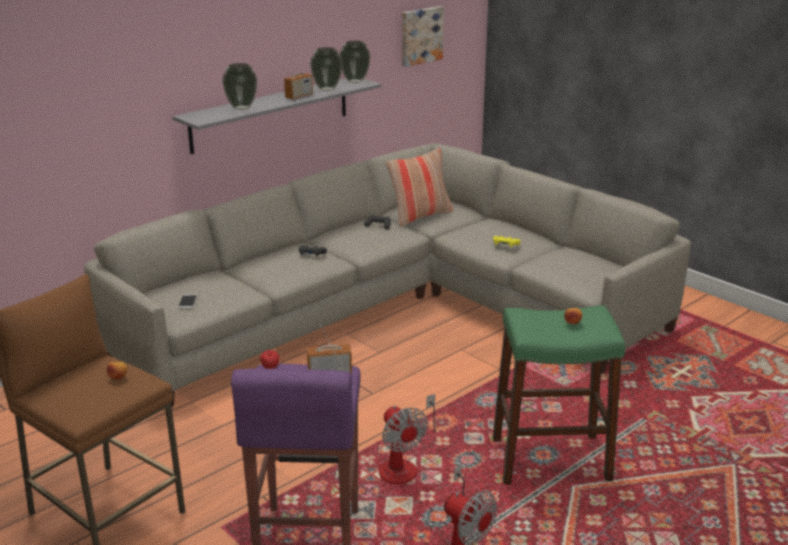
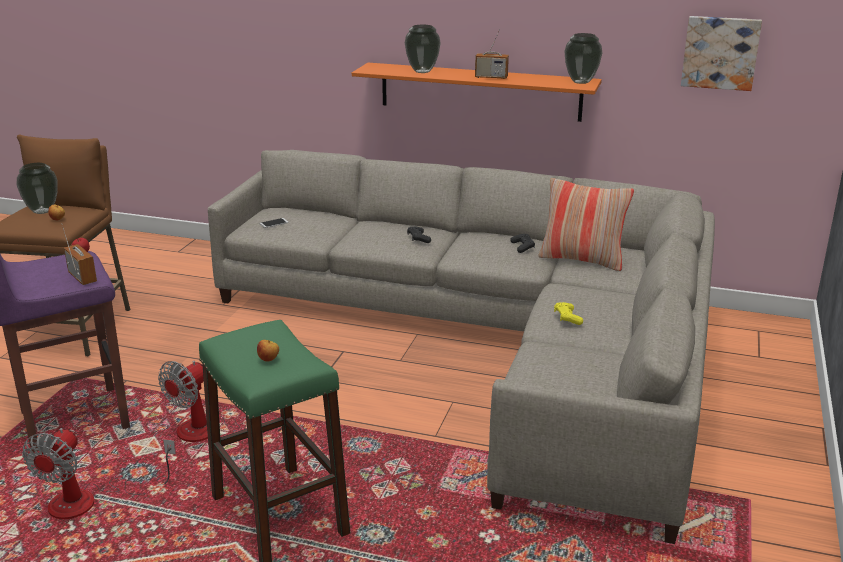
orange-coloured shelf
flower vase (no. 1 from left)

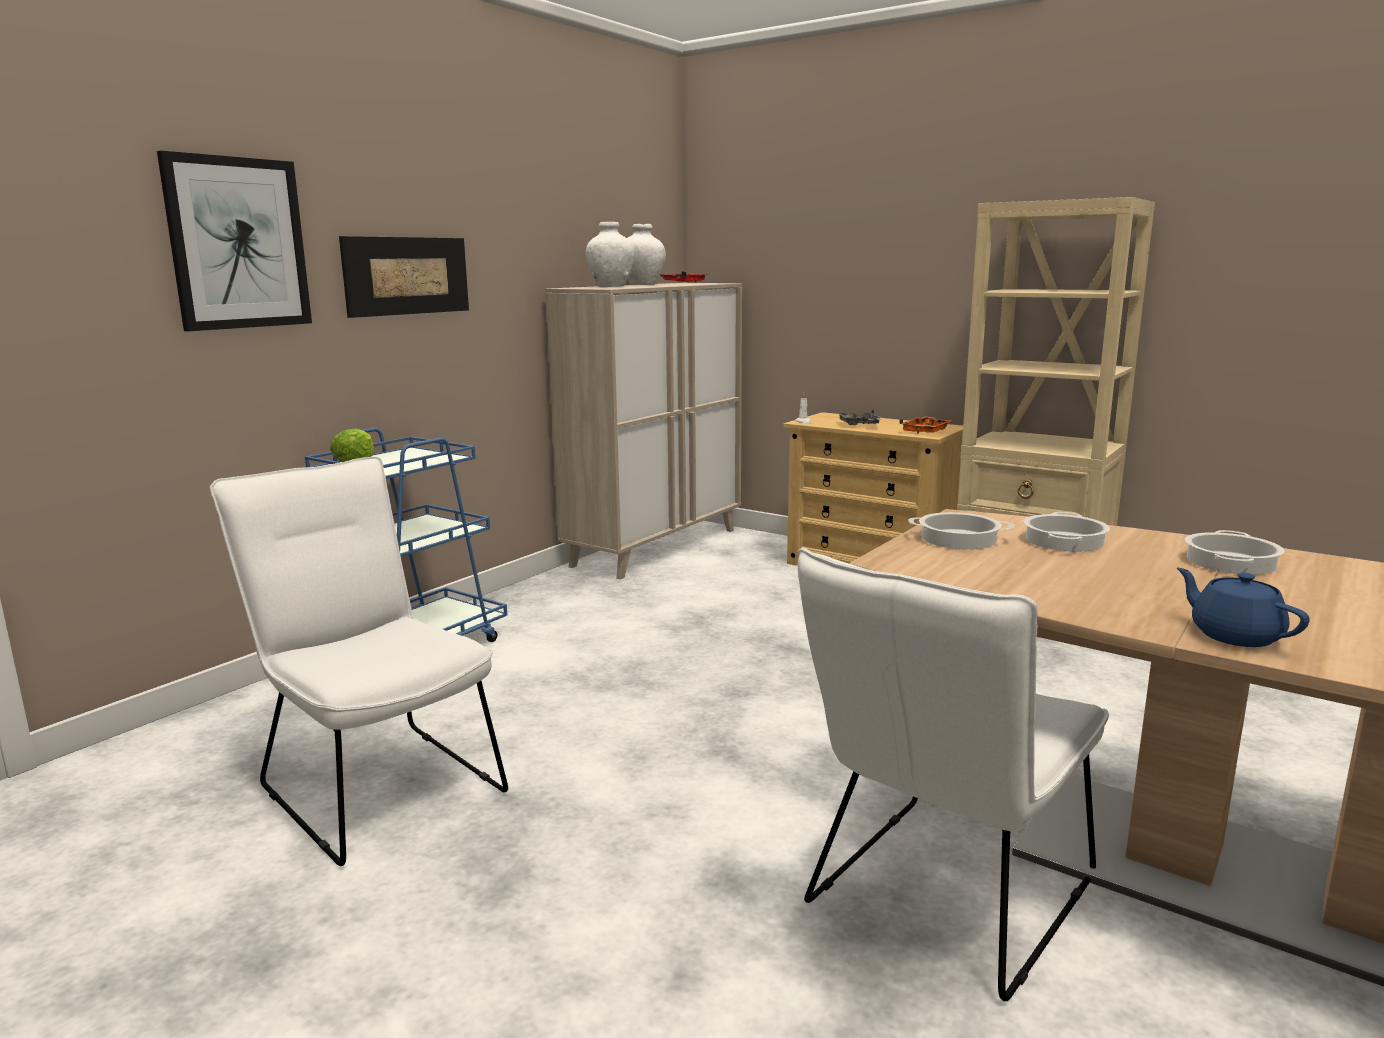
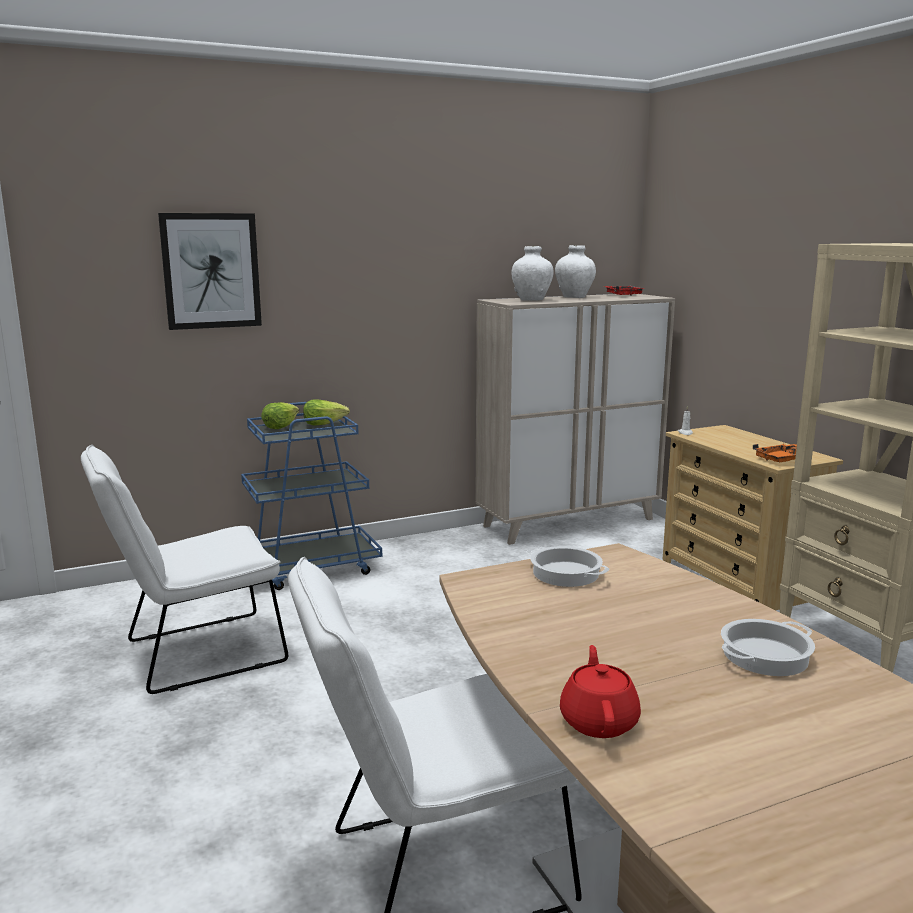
white-coloured chair (no. 1 from left)
picture (no. 2 from left in the first image)
greyish carrying tray
cooking pot (no. 2 from left in the first image)
red-coloured teapot
lettuce (no. 2 from left)

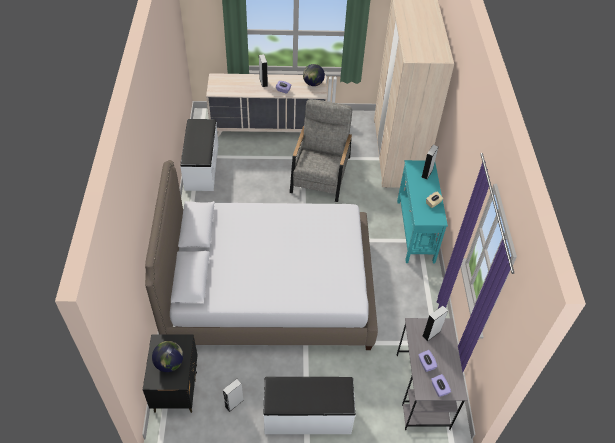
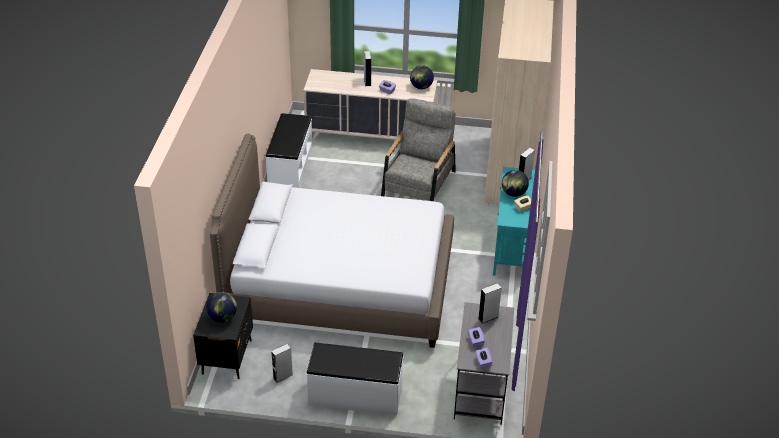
desk globe (no. 3 from left)

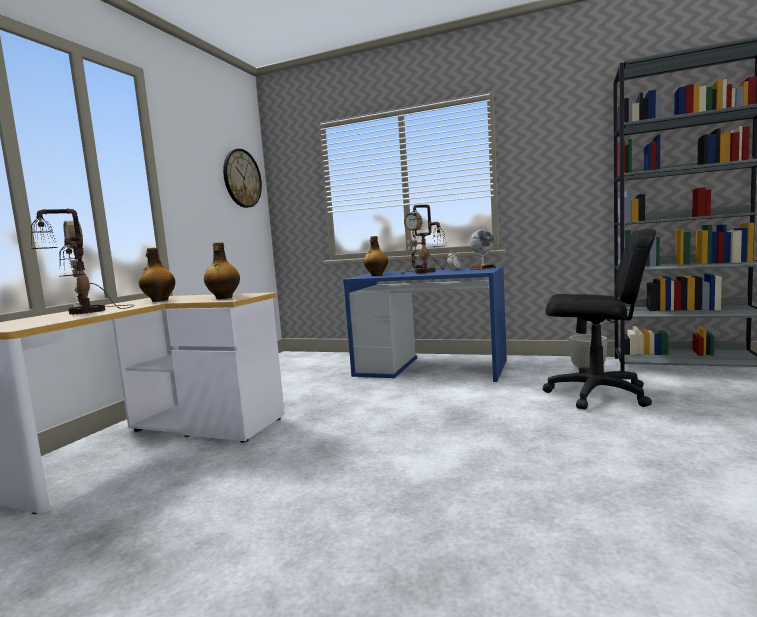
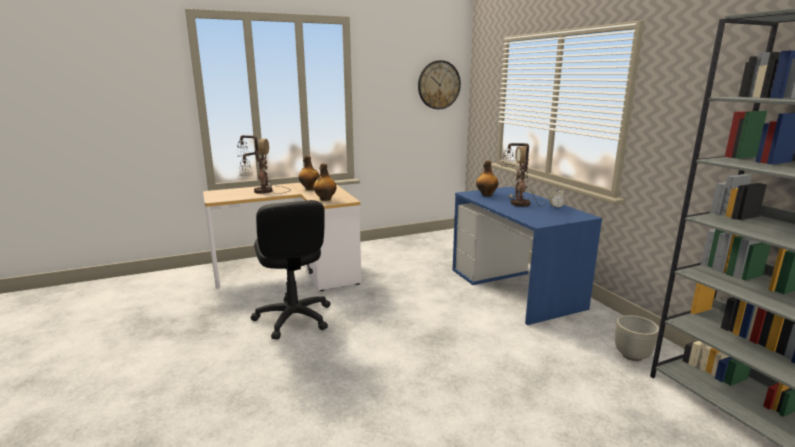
desk globe
blackish desk chair

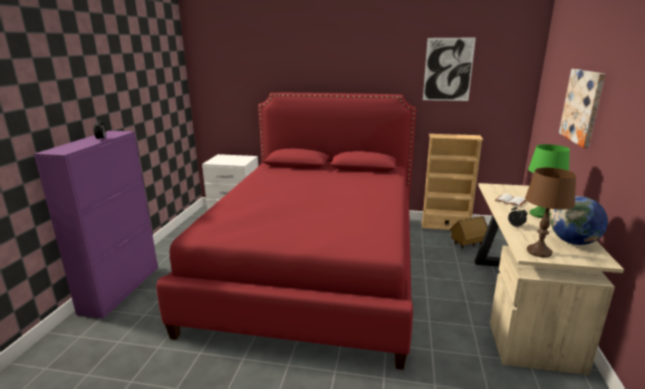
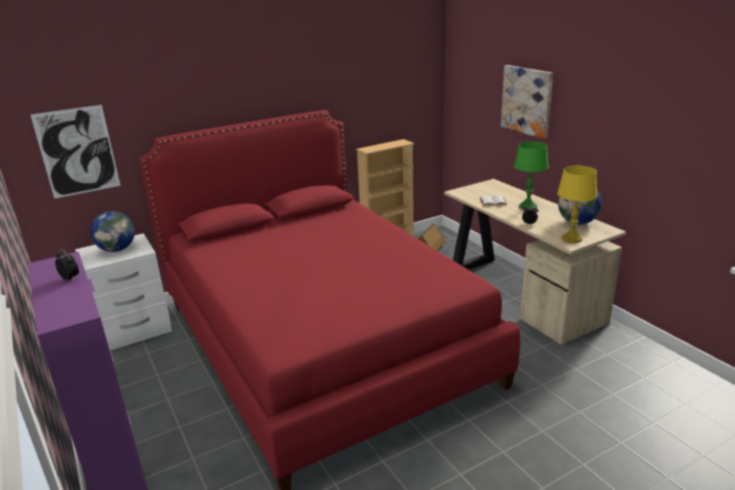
picture (no. 1 from left)
yellowish tabletop lamp
desk globe (no. 1 from left)

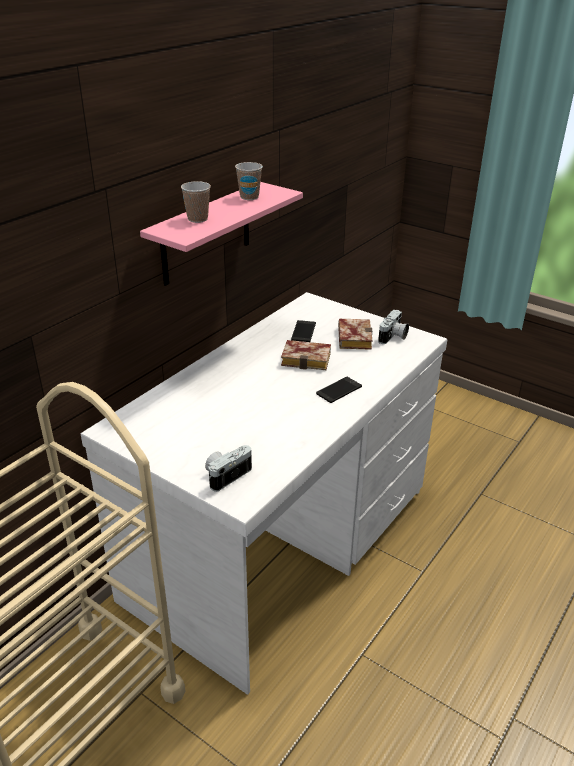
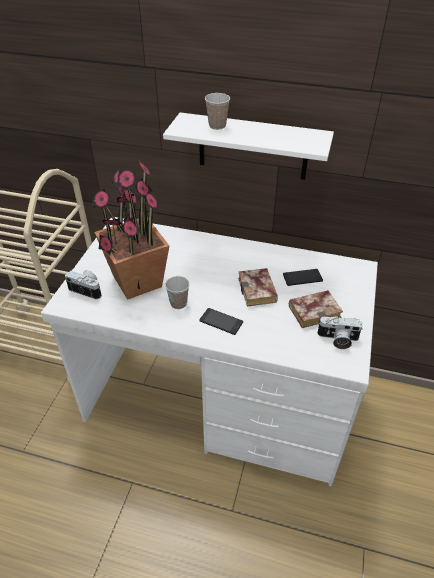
white-coloured shelf
drinking cup (no. 1 from left)
houseplant

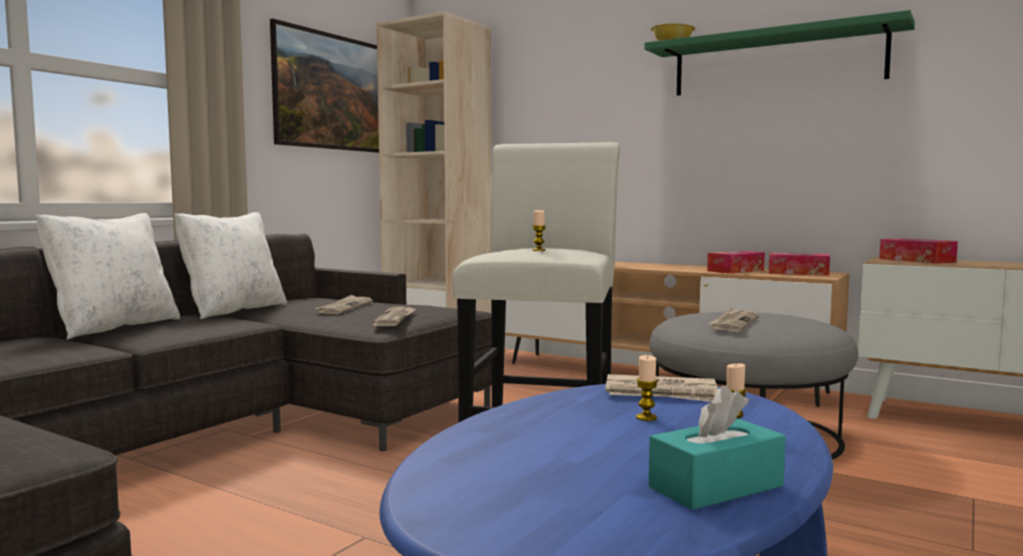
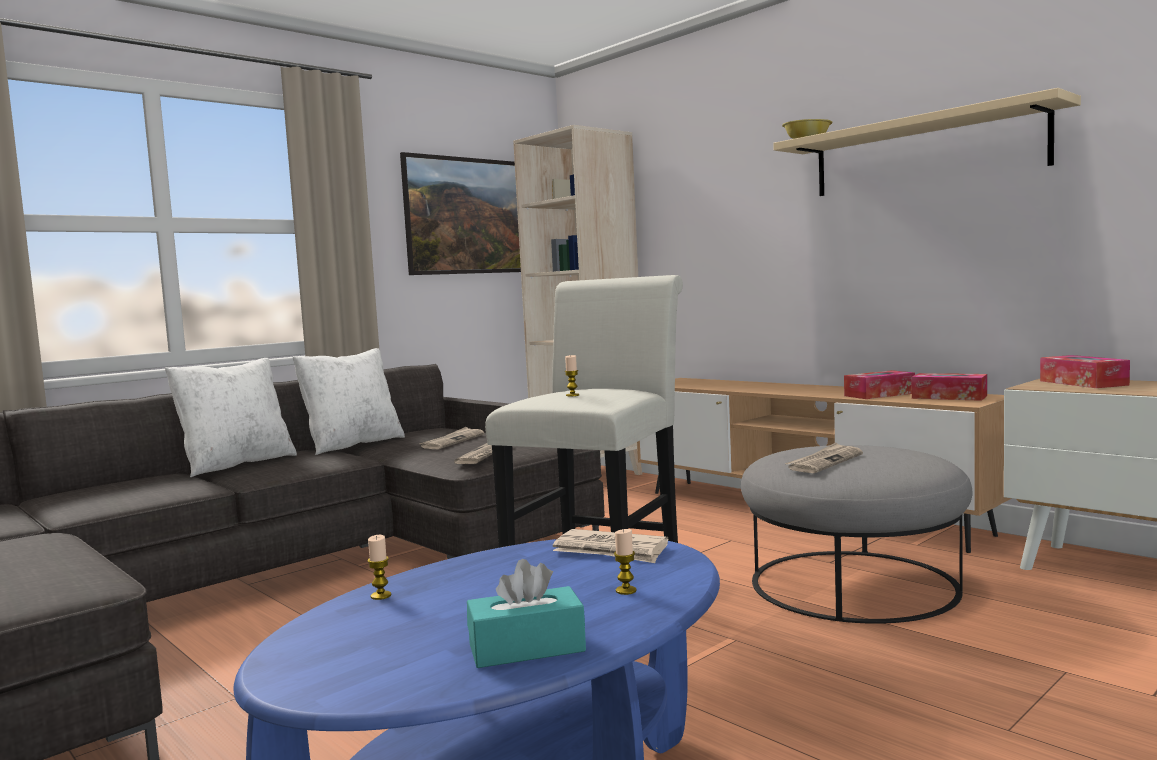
wax light (no. 1 from left)
beige-coloured shelf

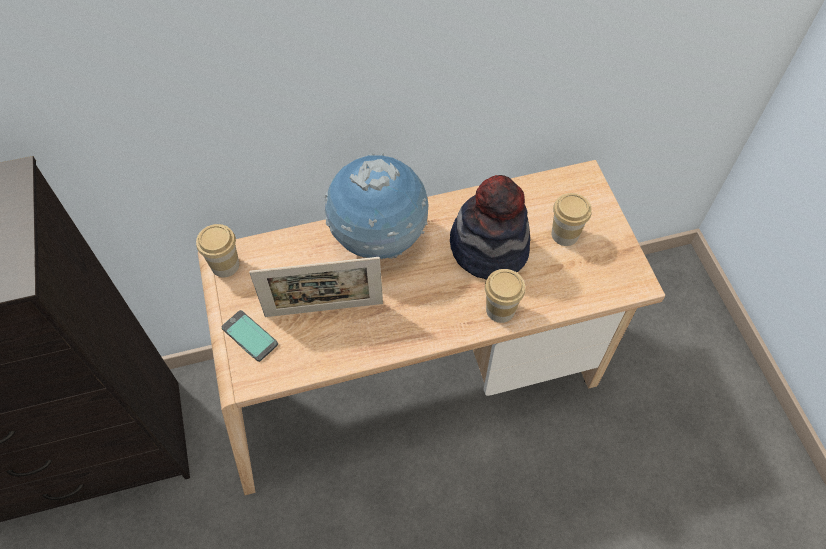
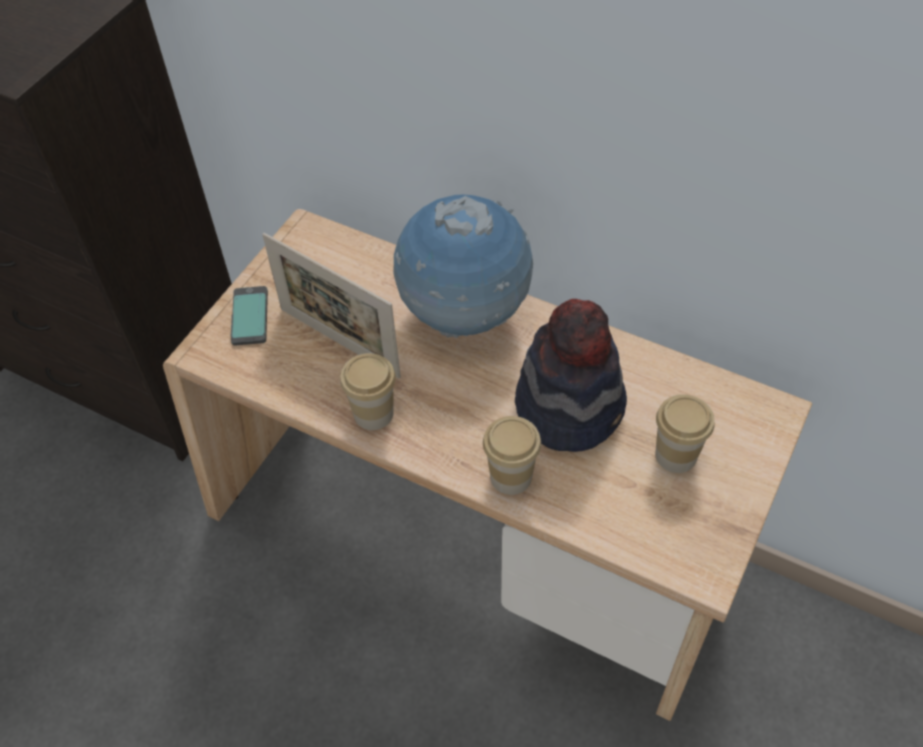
drinking cup (no. 1 from left)

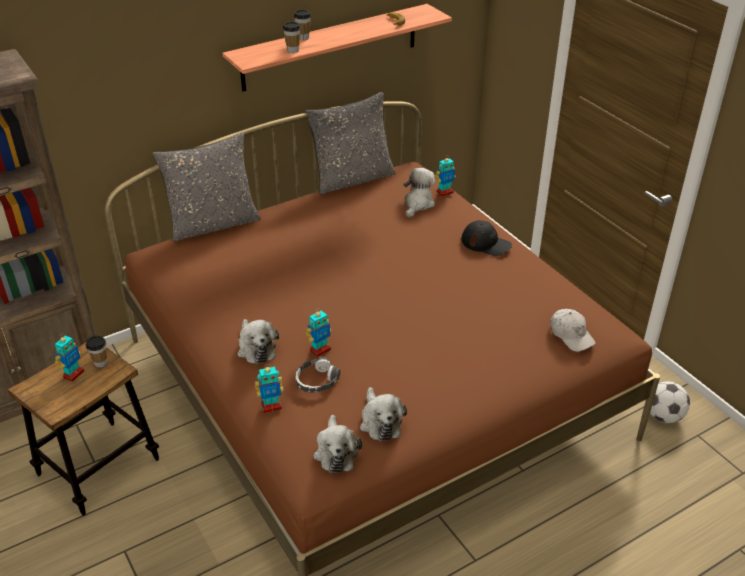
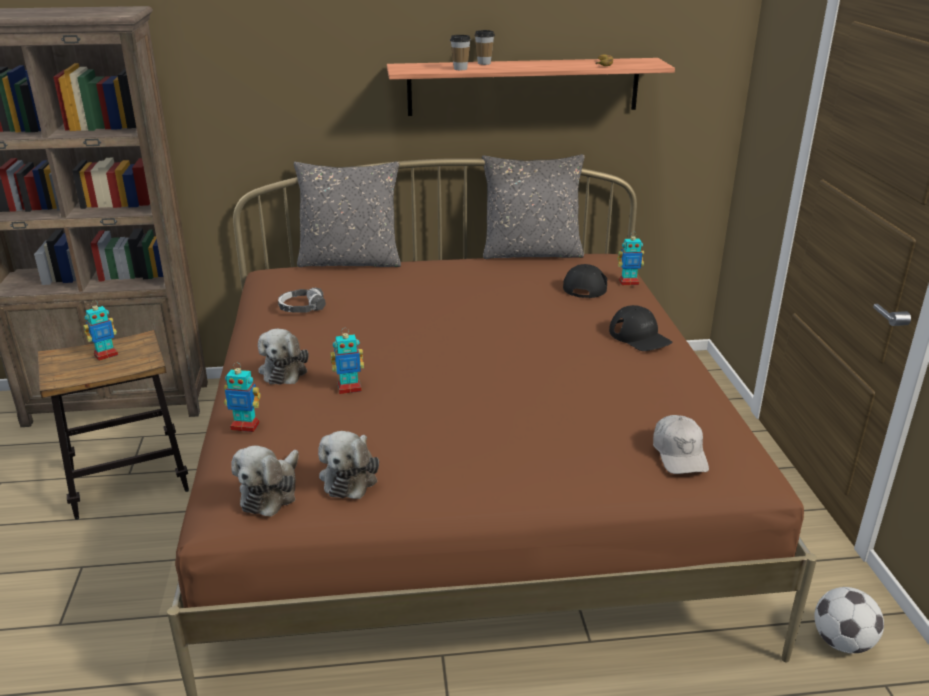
drinking cup (no. 1 from left in the first image)
headset
blackish baseball cap (no. 1 from left)

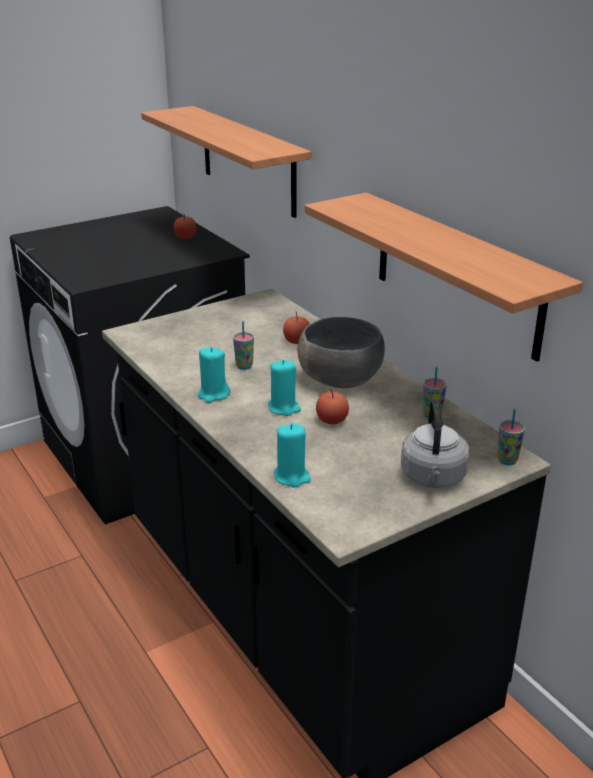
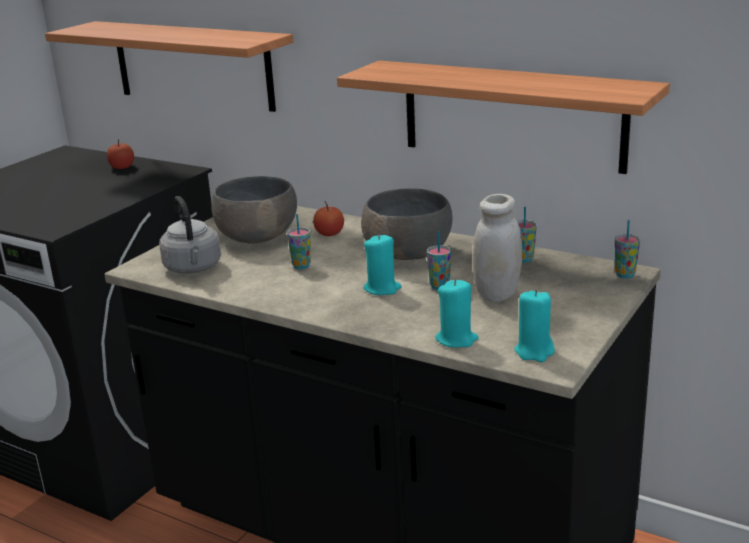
blue-green wax light (no. 3 from left)
drinking cup (no. 2 from left)
greyish tea kettle
greyish deep dish (no. 1 from left)
white-coloured preserve jar

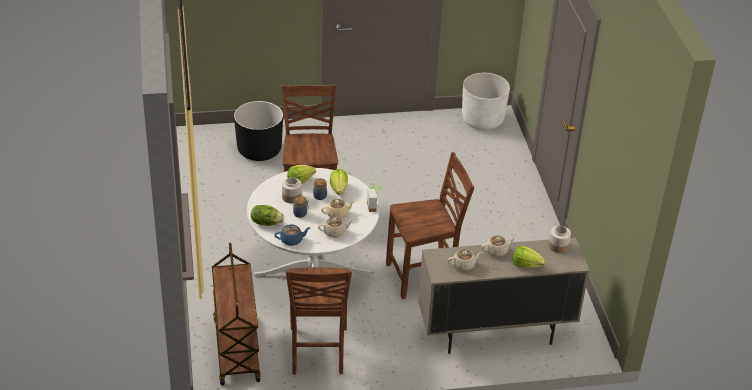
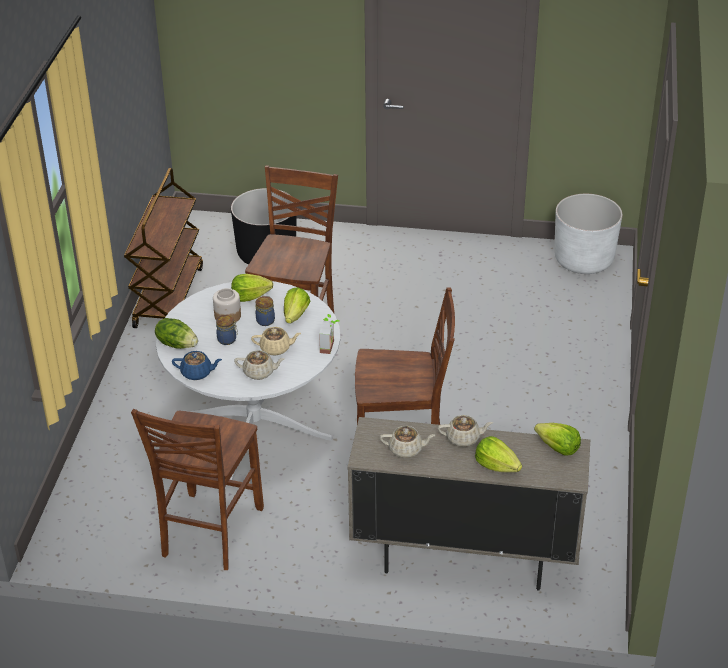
brown cart
lettuce (no. 5 from left)

